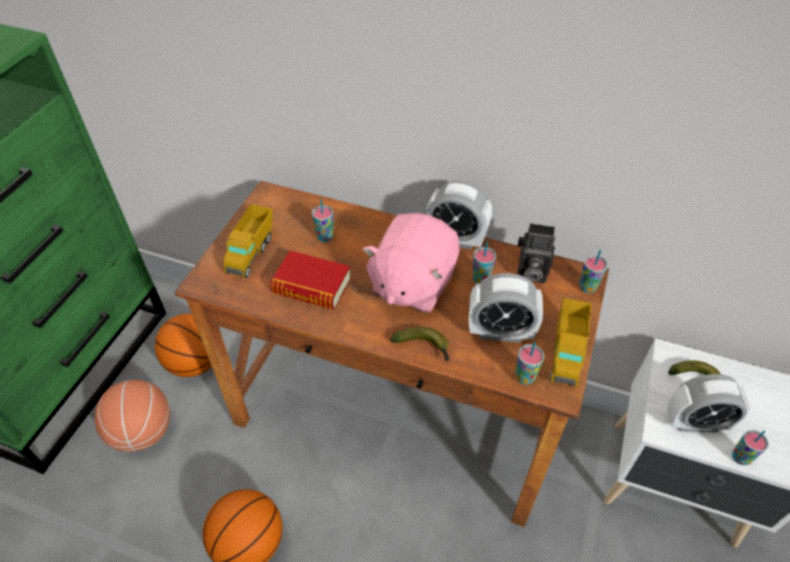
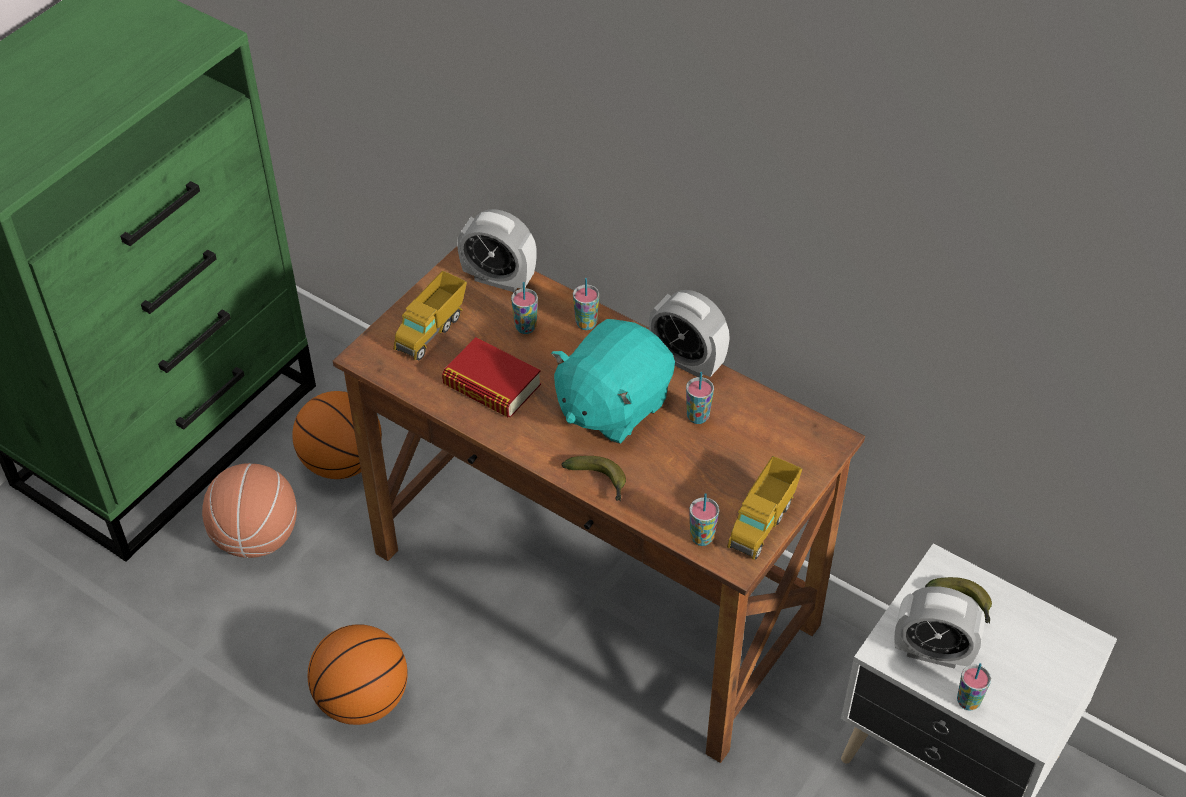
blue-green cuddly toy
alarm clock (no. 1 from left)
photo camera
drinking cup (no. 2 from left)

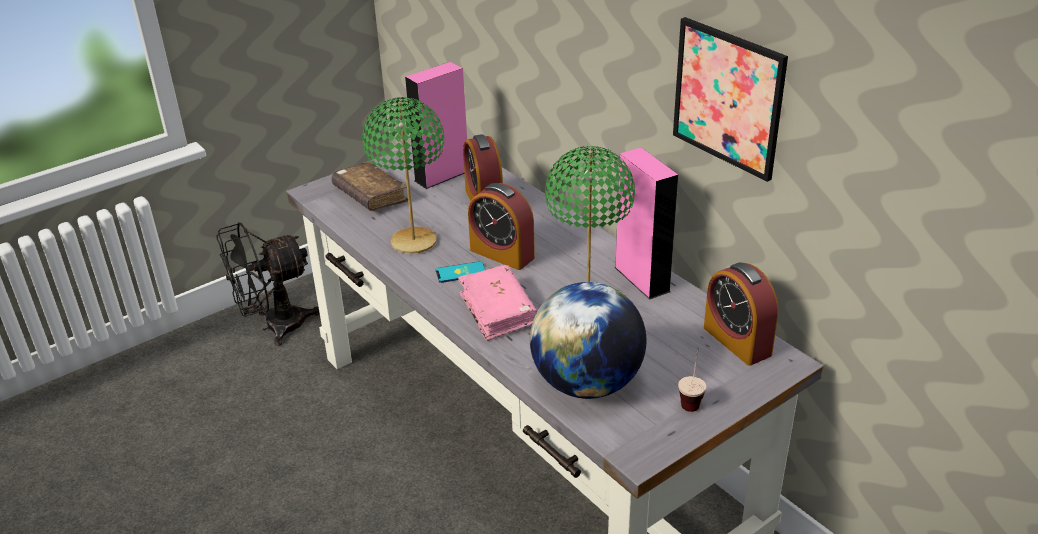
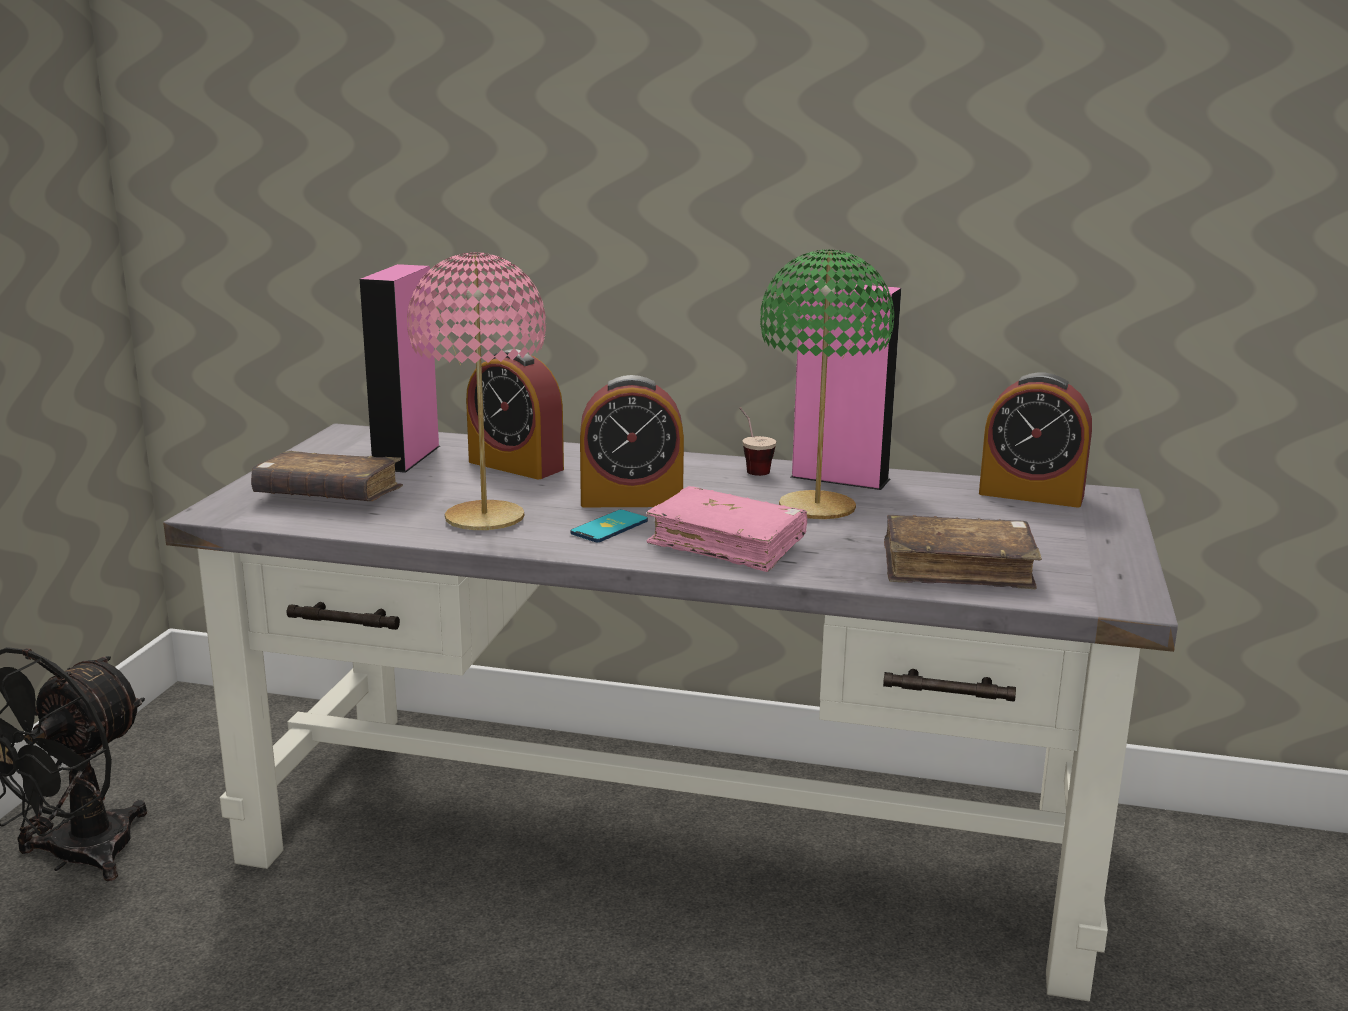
pink-coloured tabletop lamp
brown bound book (no. 2 from left)
picture
drinking cup

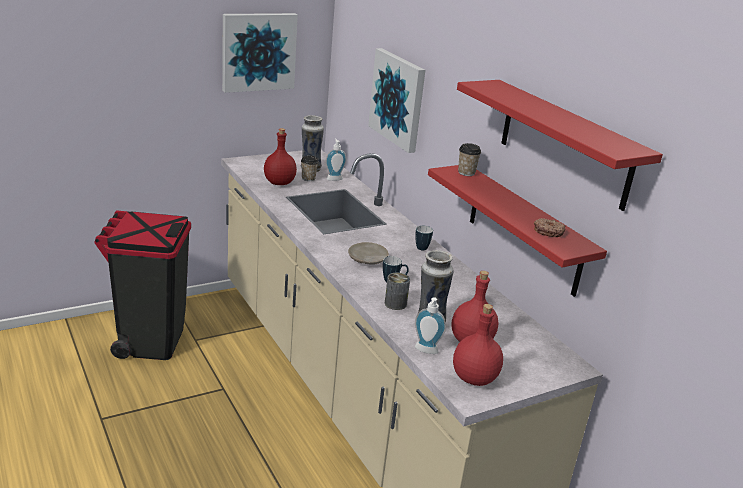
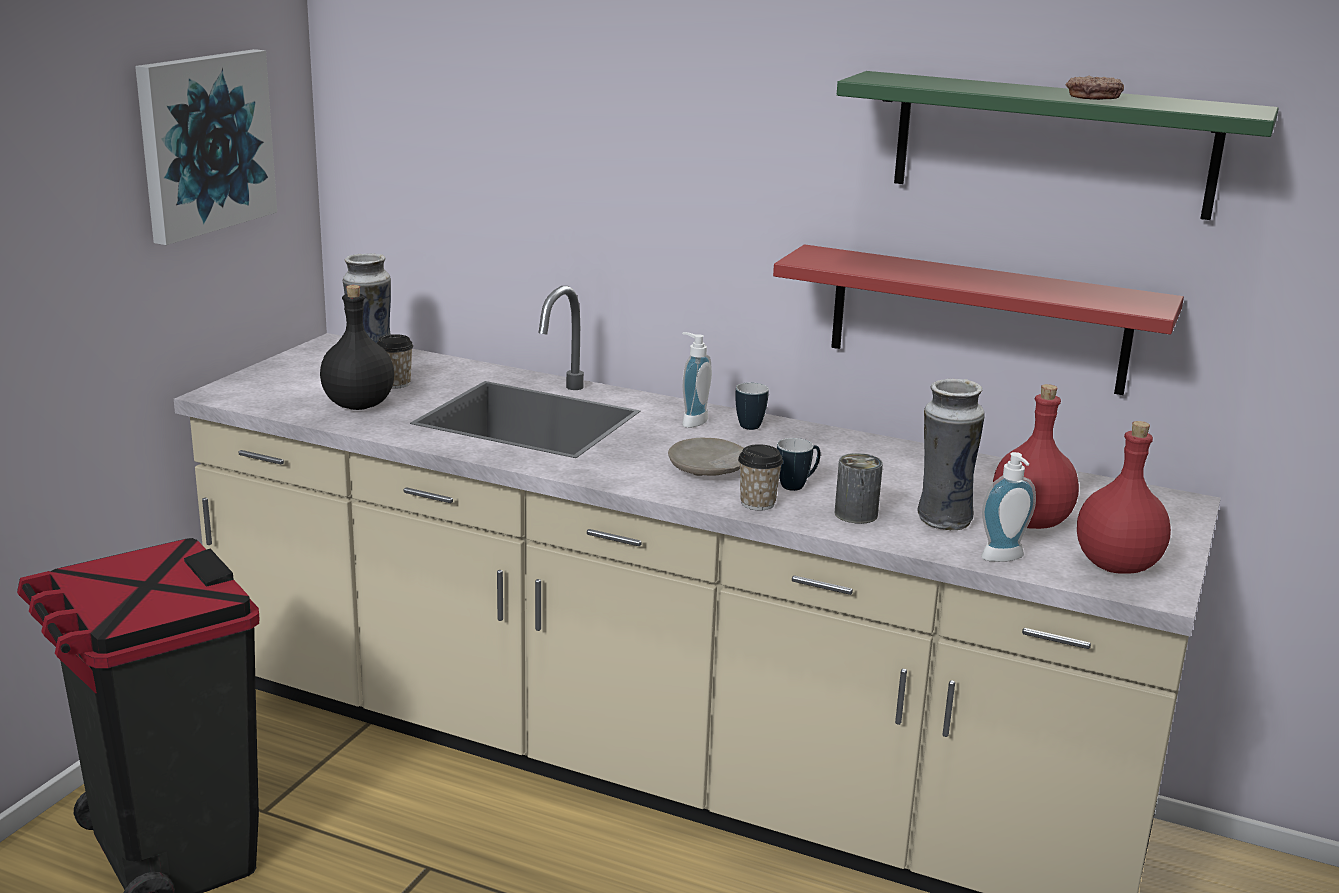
blackish drink bottle
soap dispenser (no. 1 from left)
picture (no. 2 from left in the first image)
green shelf
drinking cup (no. 2 from left)
donut

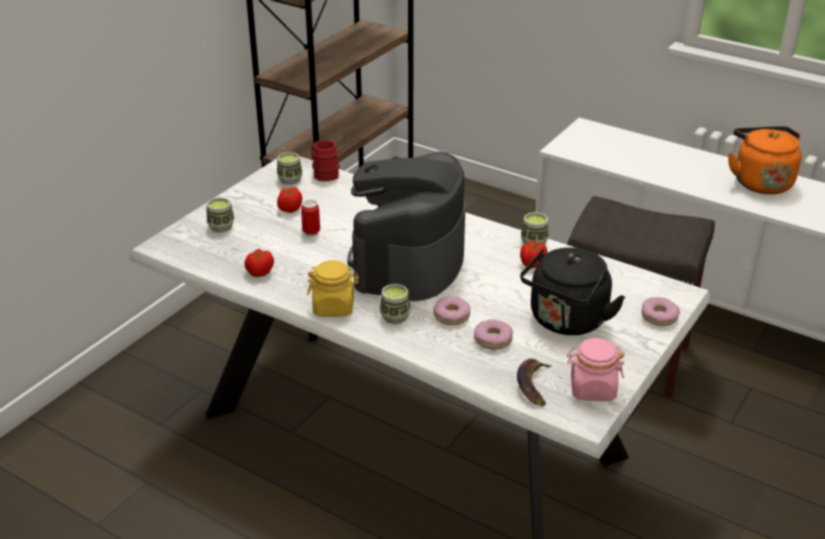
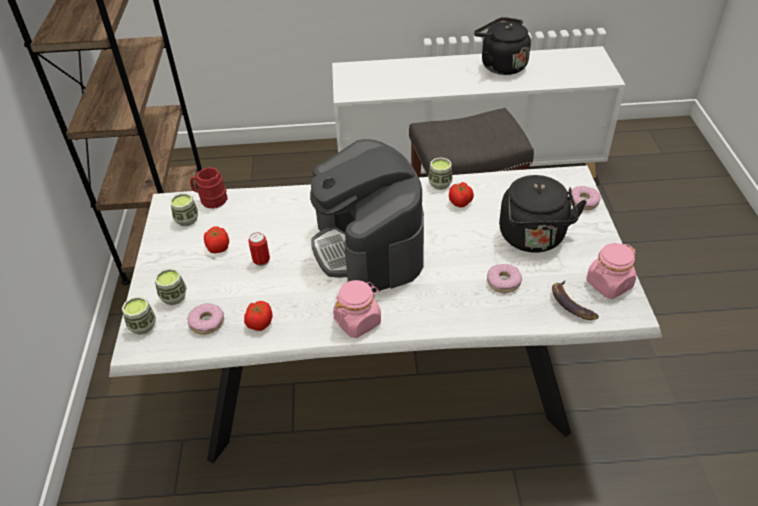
pink-coloured preserve jar (no. 1 from left)
drinking cup (no. 1 from left)
donut (no. 1 from left)
blackish tea kettle (no. 1 from left)

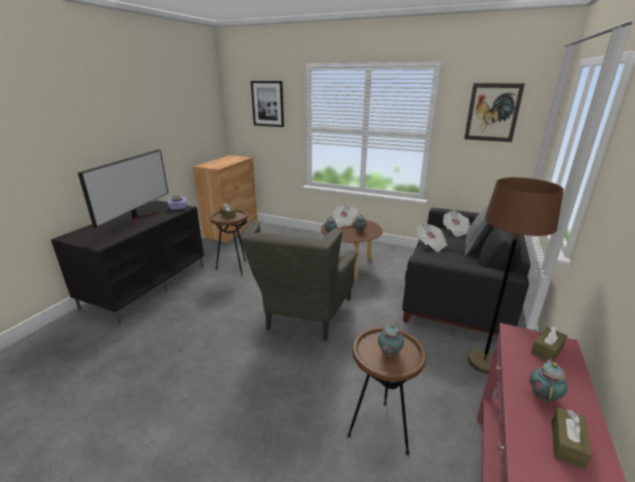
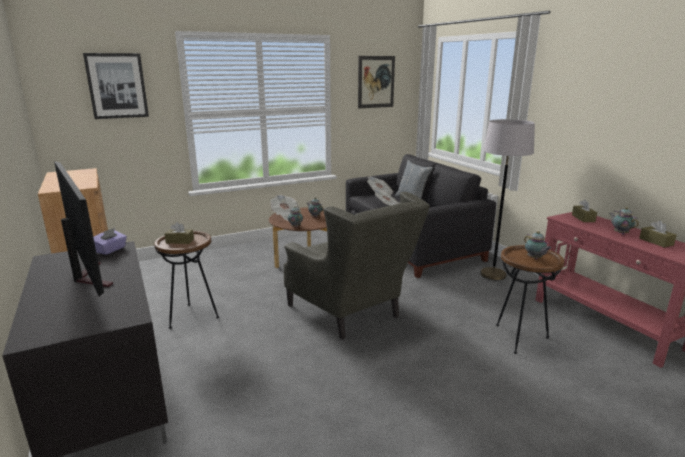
greyish standing lamp

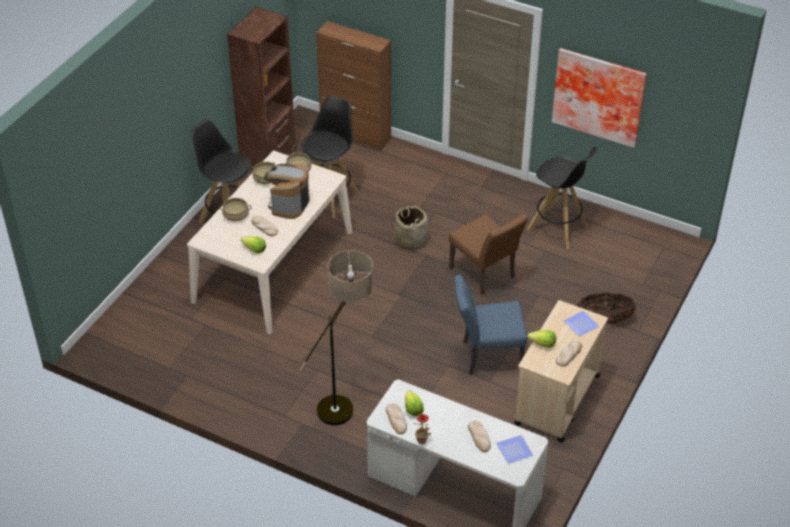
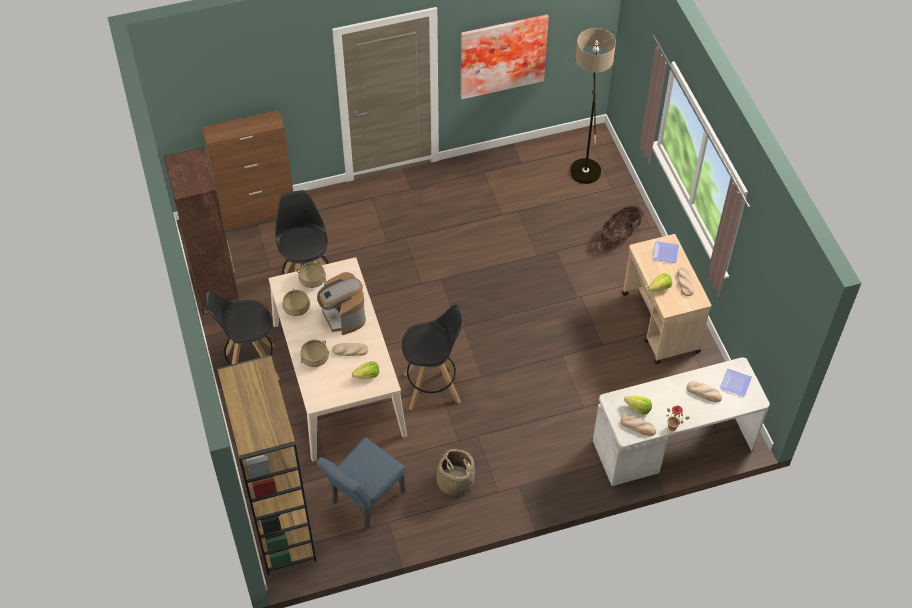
standing lamp
household basket (no. 1 from left)
brown chair
bluish chair
blackish stool (no. 3 from left)
brown shelving unit (no. 2 from left)

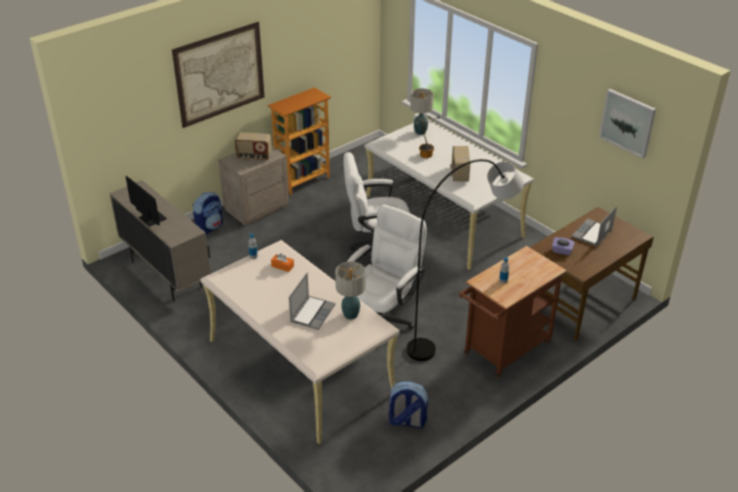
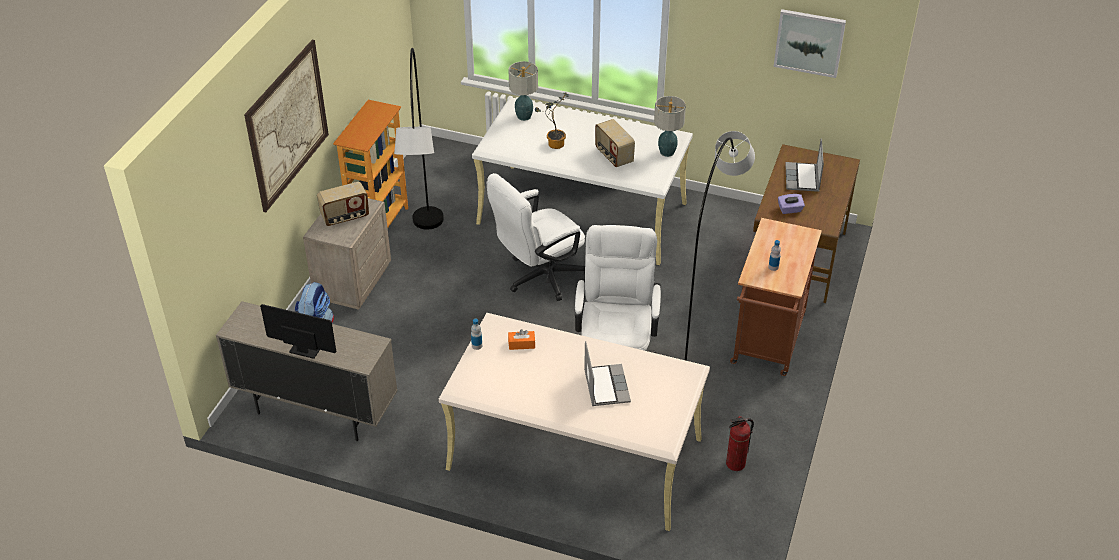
tabletop lamp (no. 2 from left)
fire-fighting cylinder
greyish standing lamp (no. 1 from left)

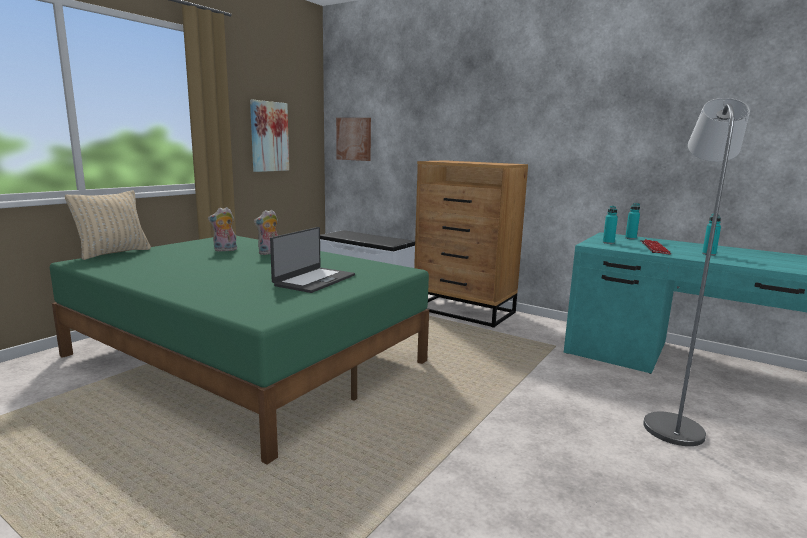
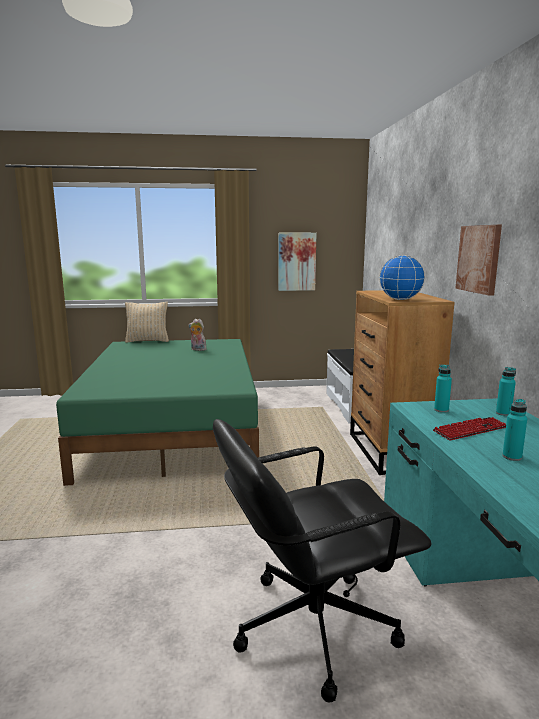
cuddly toy (no. 2 from left in the first image)
notebook computer
picture (no. 2 from left)
blackish desk chair
desk globe

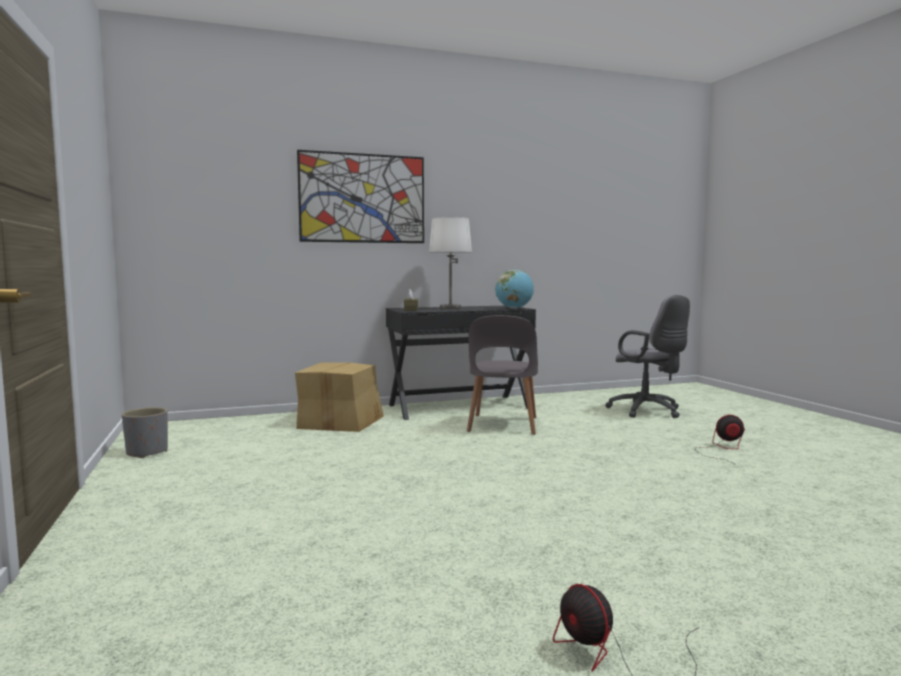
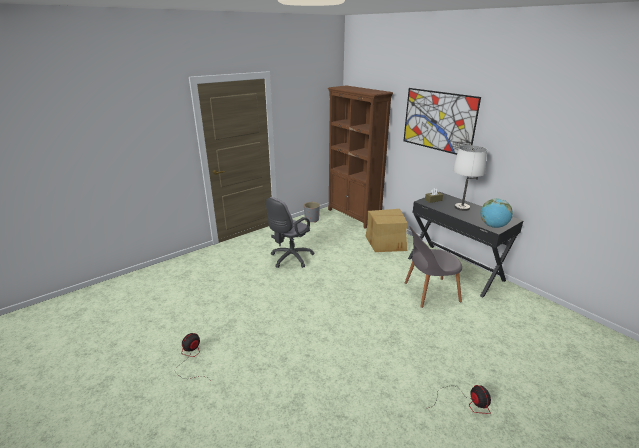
greyish desk chair
brown shelving unit

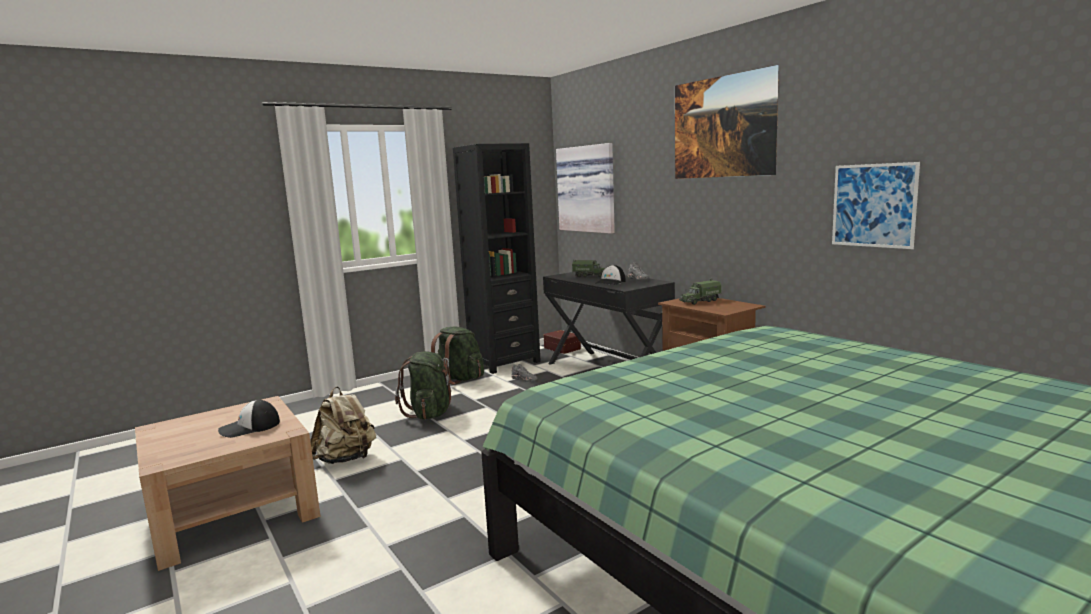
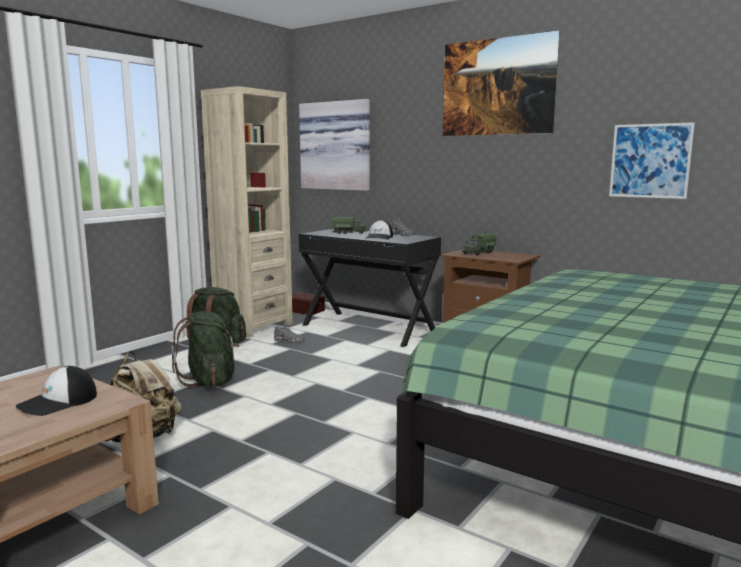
beige-coloured shelving unit

